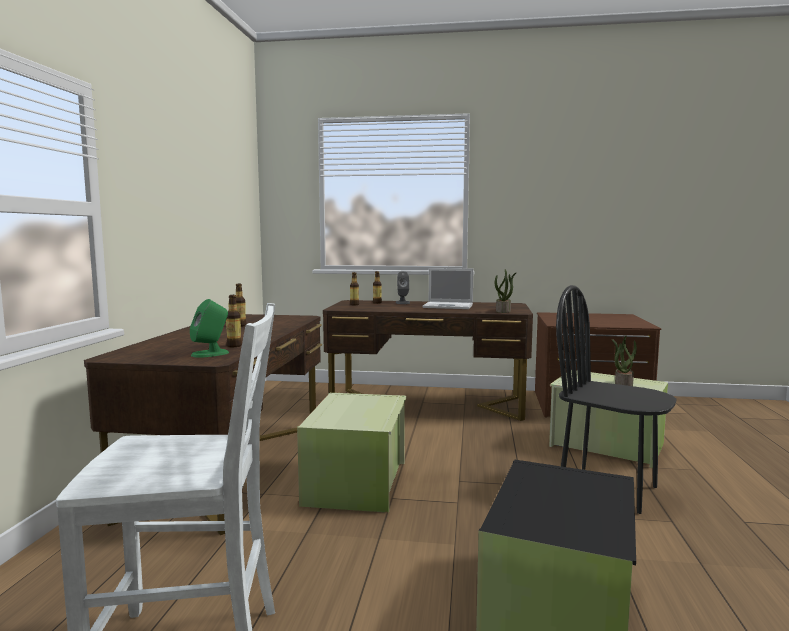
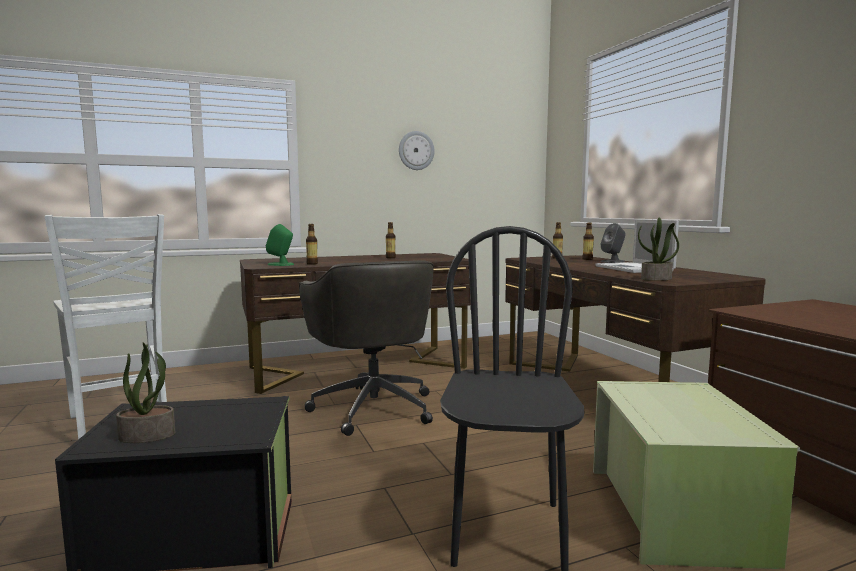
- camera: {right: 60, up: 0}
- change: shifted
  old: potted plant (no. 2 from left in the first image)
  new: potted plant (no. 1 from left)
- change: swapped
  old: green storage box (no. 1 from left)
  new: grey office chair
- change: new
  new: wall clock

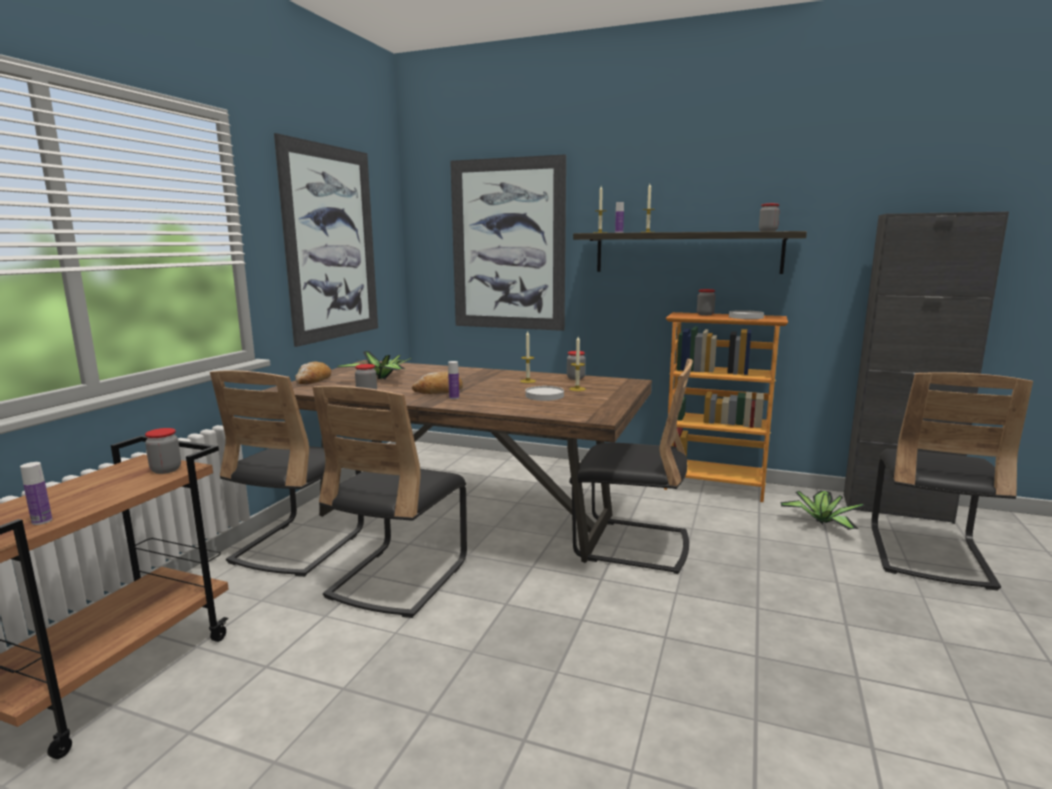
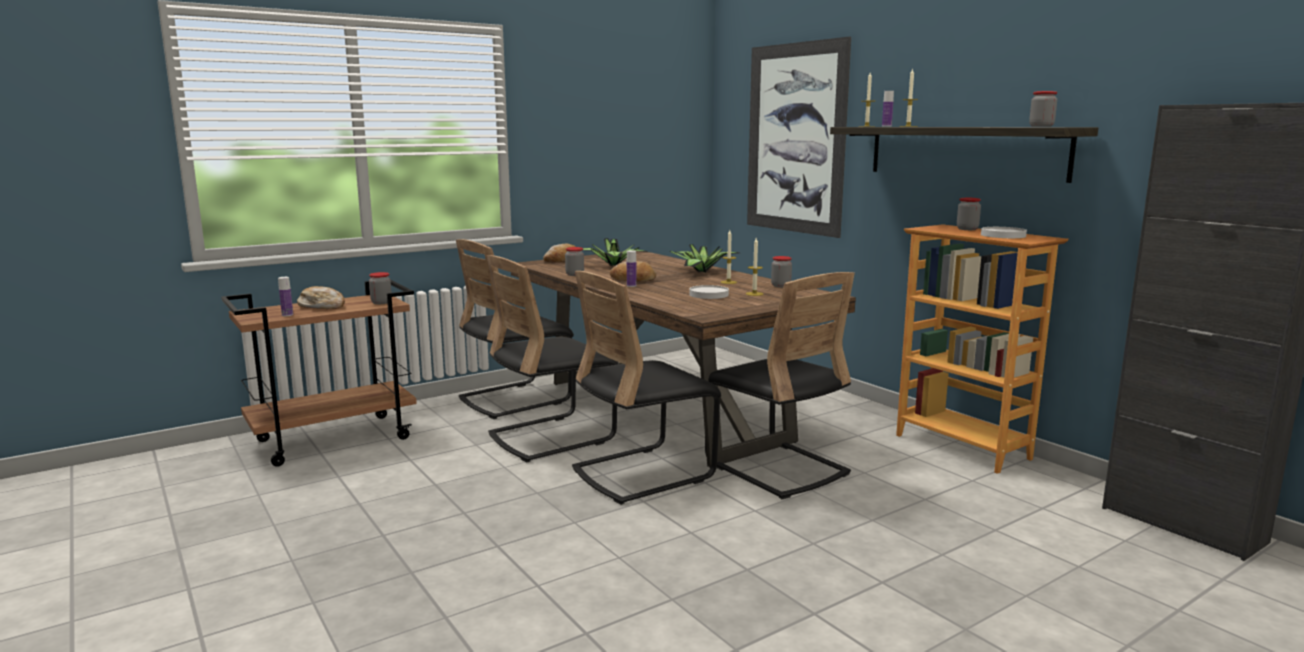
- camera: {right: 35, up: 0}
- change: new
  new: bread (no. 1 from left)
- change: shifted
  old: black chair (no. 4 from left in the first image)
  new: black chair (no. 3 from left)
- change: shifted
  old: potted plant (no. 2 from left)
- change: gone
  old: picture (no. 1 from left)

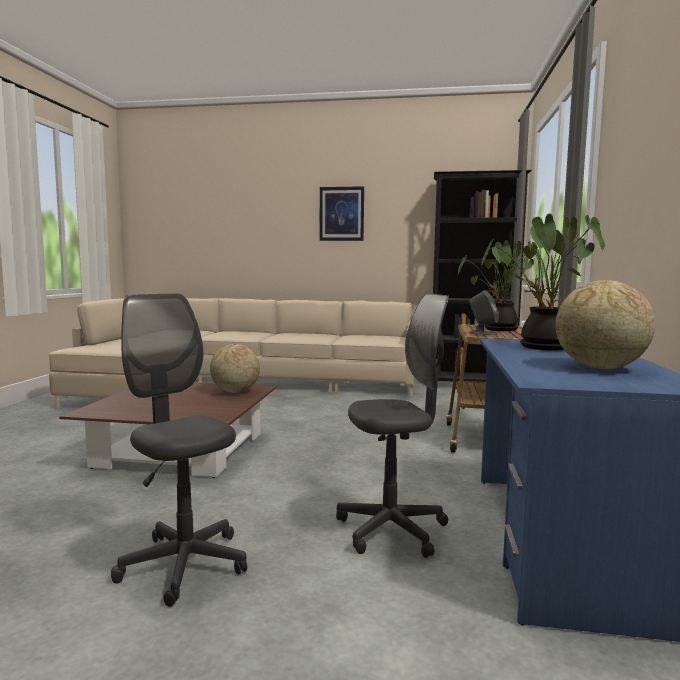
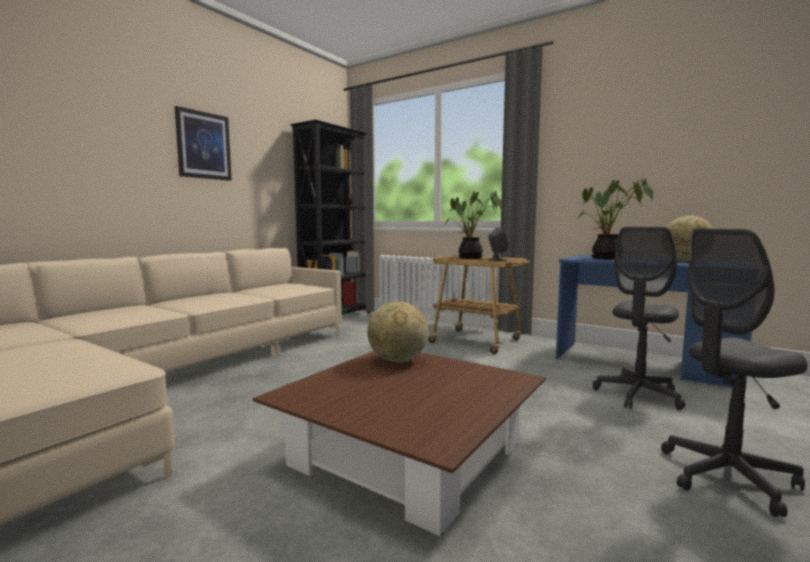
- camera: {right: -65, up: 0}
- change: rotated
  old: grey office chair (no. 2 from left in the first image)
  degrees: -150

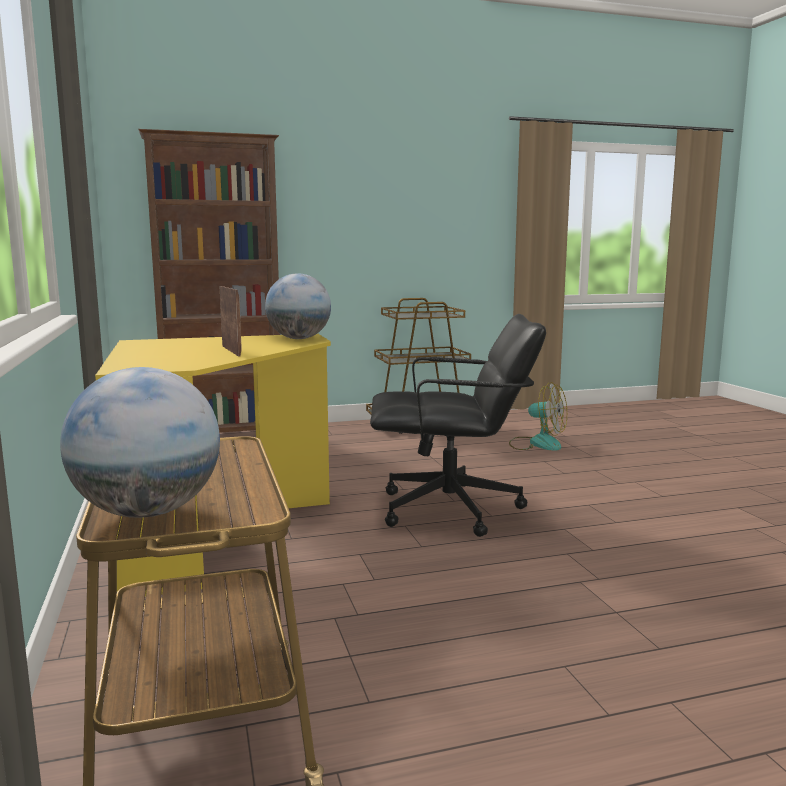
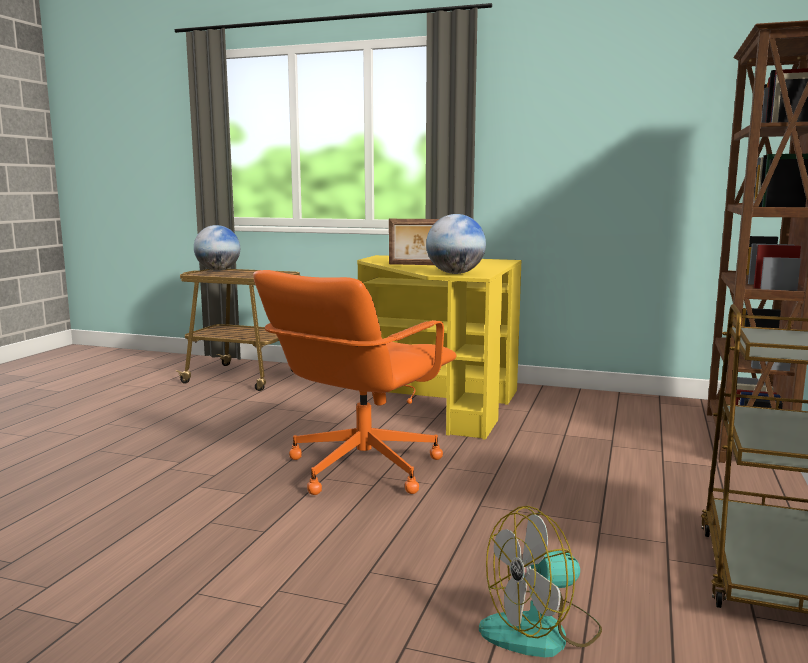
- camera: {right: 125, up: 0}
- change: repainted
  old: black office chair
  new: orange office chair

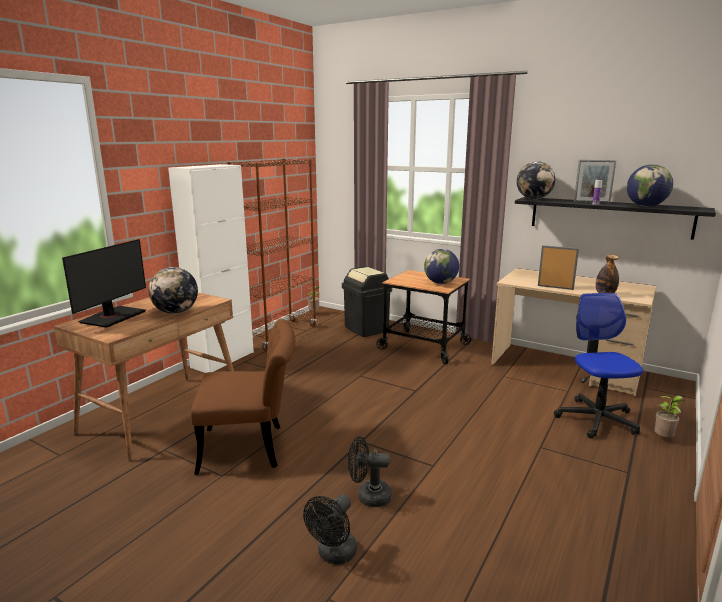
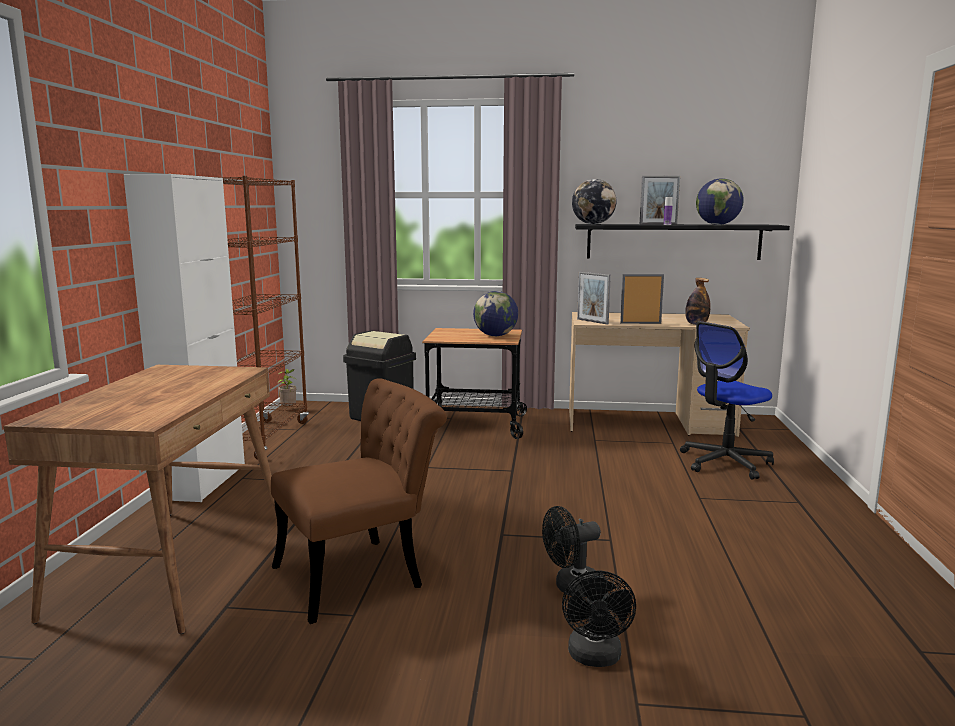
- camera: {right: -25, up: -5}
- change: new
  new: picture frame (no. 1 from left)
- change: rotated
  old: office chair
  degrees: -90
- change: gone
  old: monitor
- change: gone
  old: globe (no. 1 from left)
- change: gone
  old: potted plant (no. 2 from left)

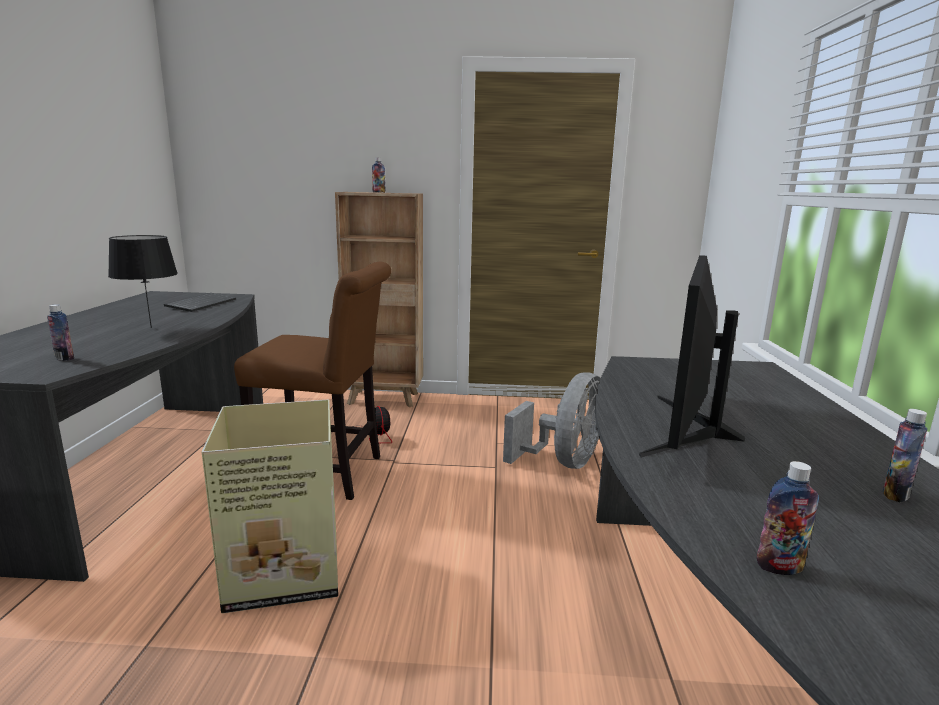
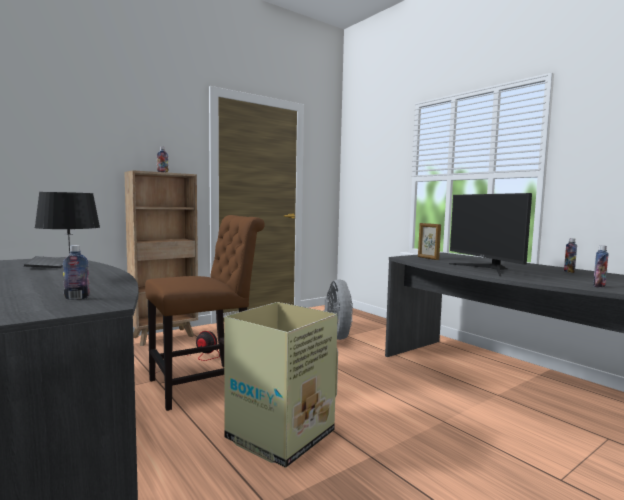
- camera: {right: -40, up: -10}
- change: new
  new: picture frame

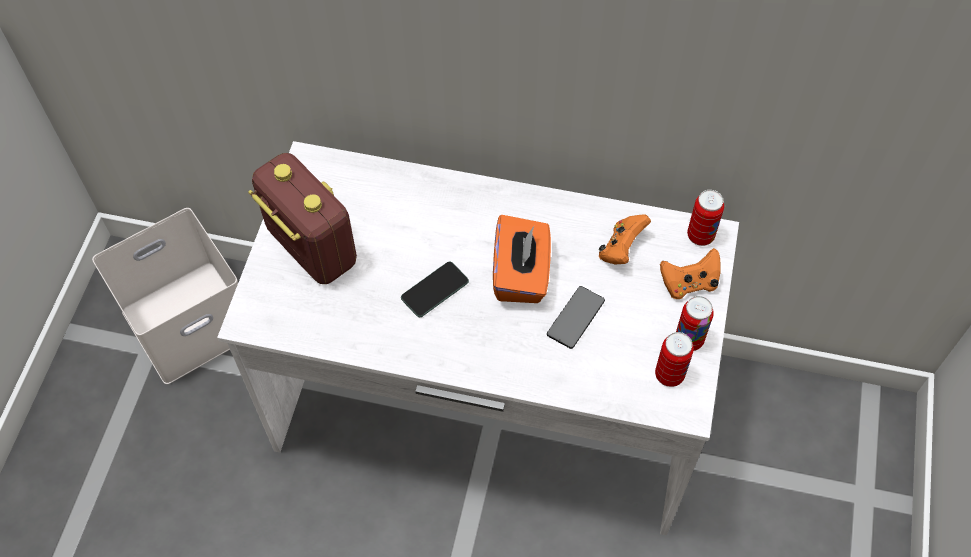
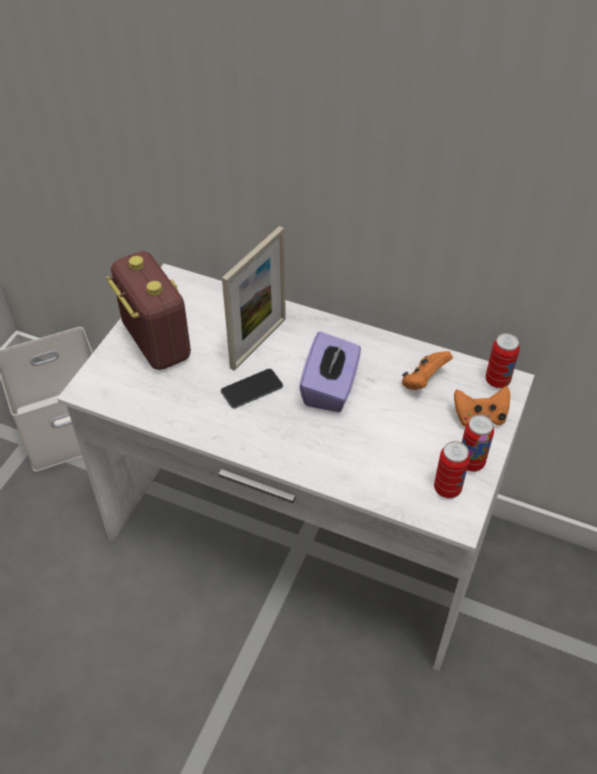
- camera: {right: 10, up: -10}
- change: new
  new: picture frame
- change: repainted
  old: orange tissue box
  new: purple tissue box
- change: gone
  old: phone (no. 2 from left)

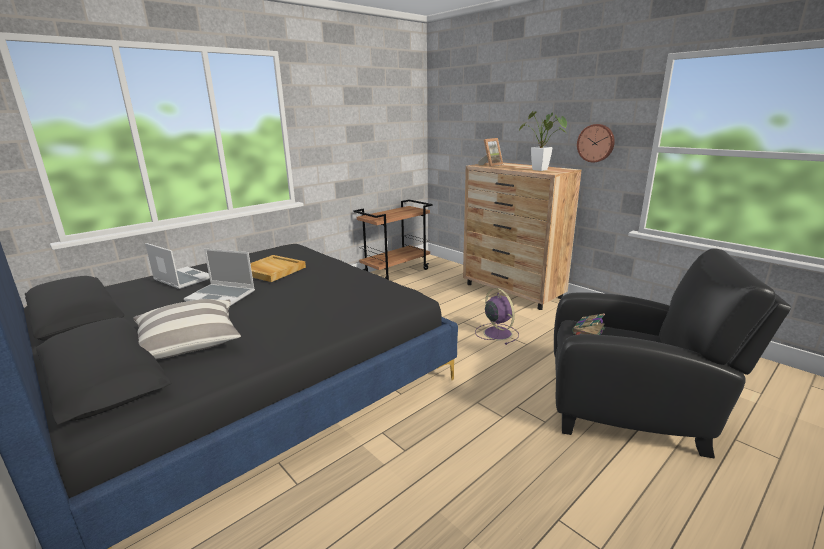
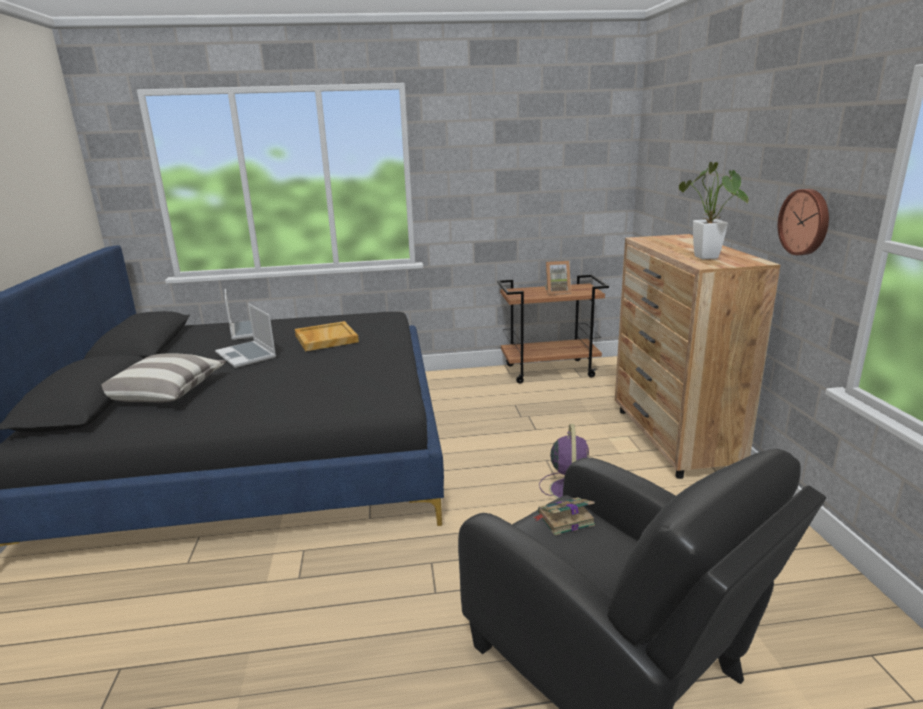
- camera: {right: 35, up: 0}
- change: shifted
  old: picture frame

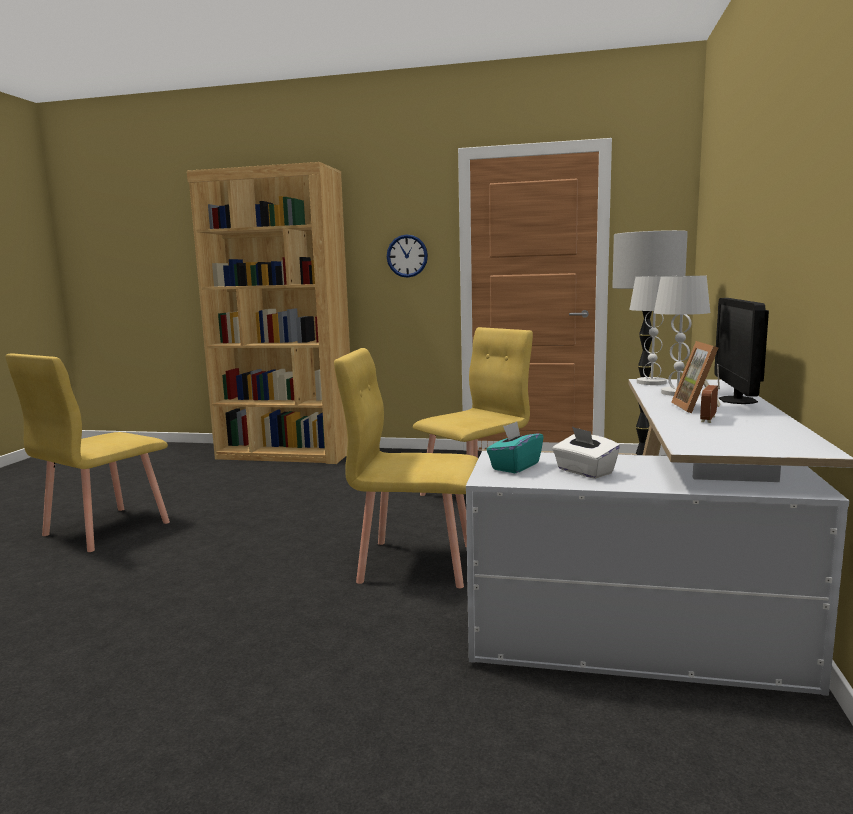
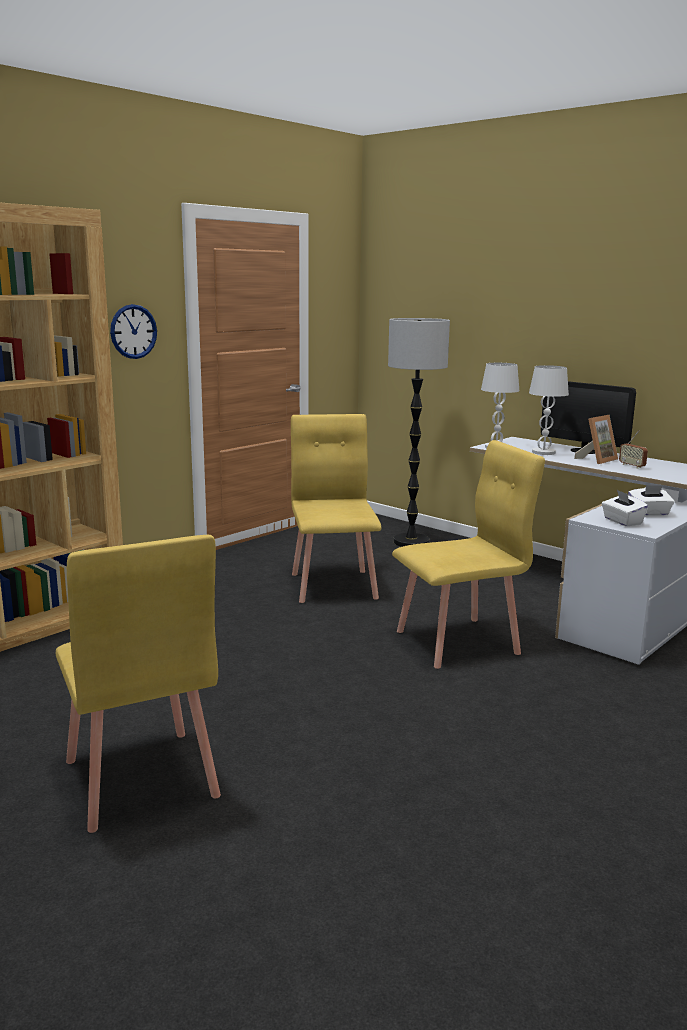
- camera: {right: -60, up: 5}
- change: rotated
  old: yellow chair (no. 2 from left in the first image)
  degrees: -150
- change: rotated
  old: picture frame
  degrees: -75
- change: repainted
  old: turquoise tissue box
  new: white tissue box (no. 1 from left)

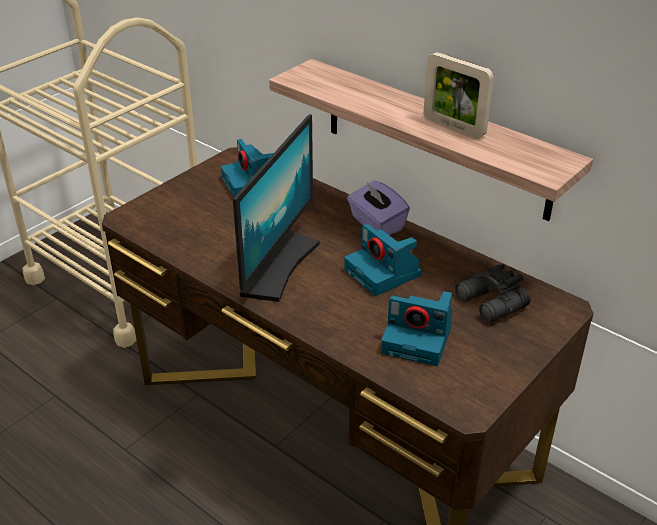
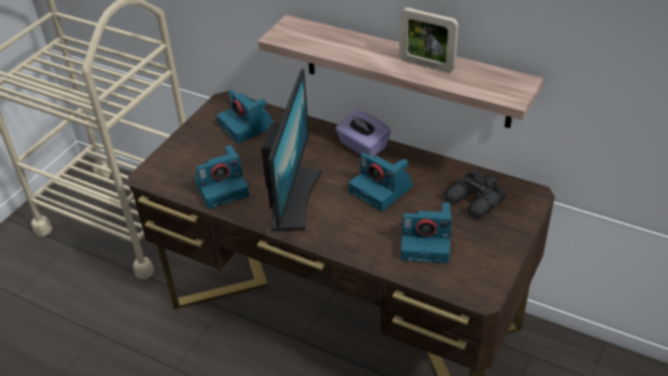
- camera: {right: -10, up: 5}
- change: new
  new: photo camera (no. 1 from left)

